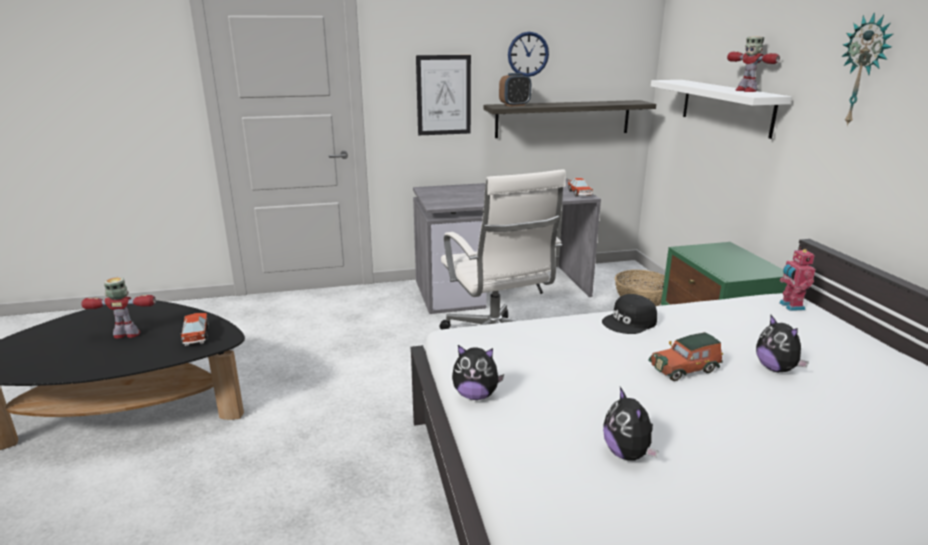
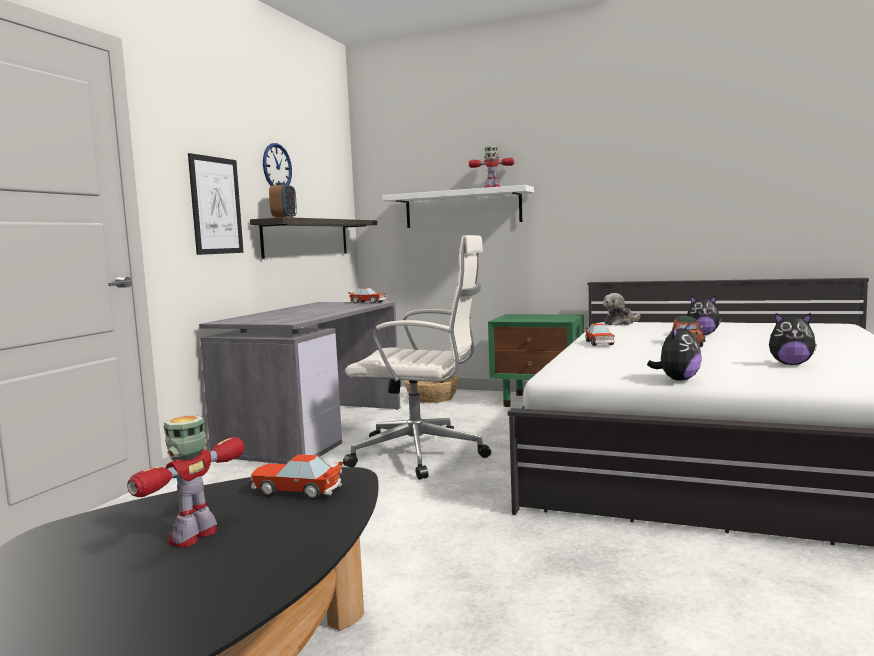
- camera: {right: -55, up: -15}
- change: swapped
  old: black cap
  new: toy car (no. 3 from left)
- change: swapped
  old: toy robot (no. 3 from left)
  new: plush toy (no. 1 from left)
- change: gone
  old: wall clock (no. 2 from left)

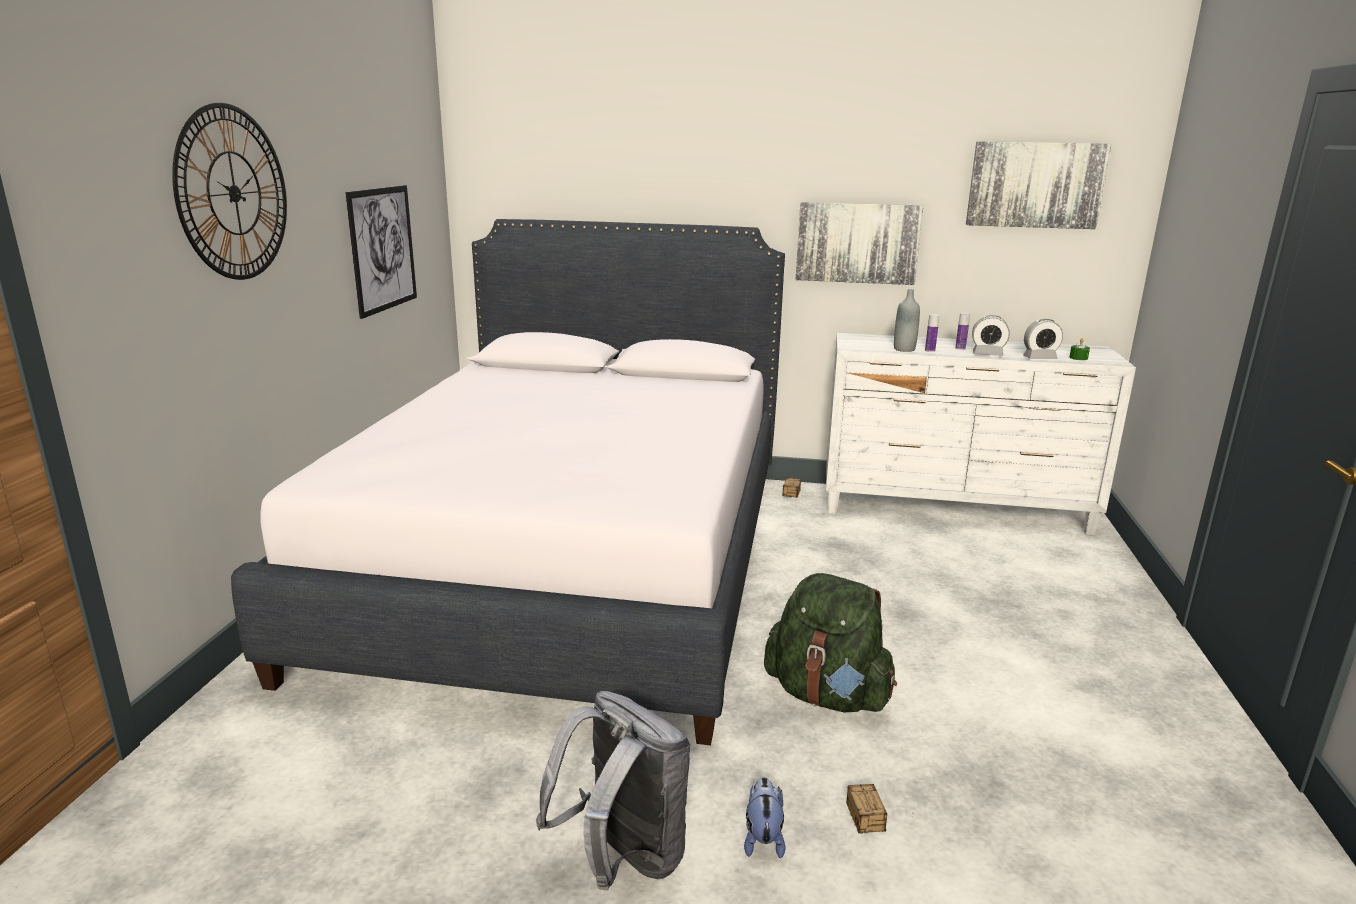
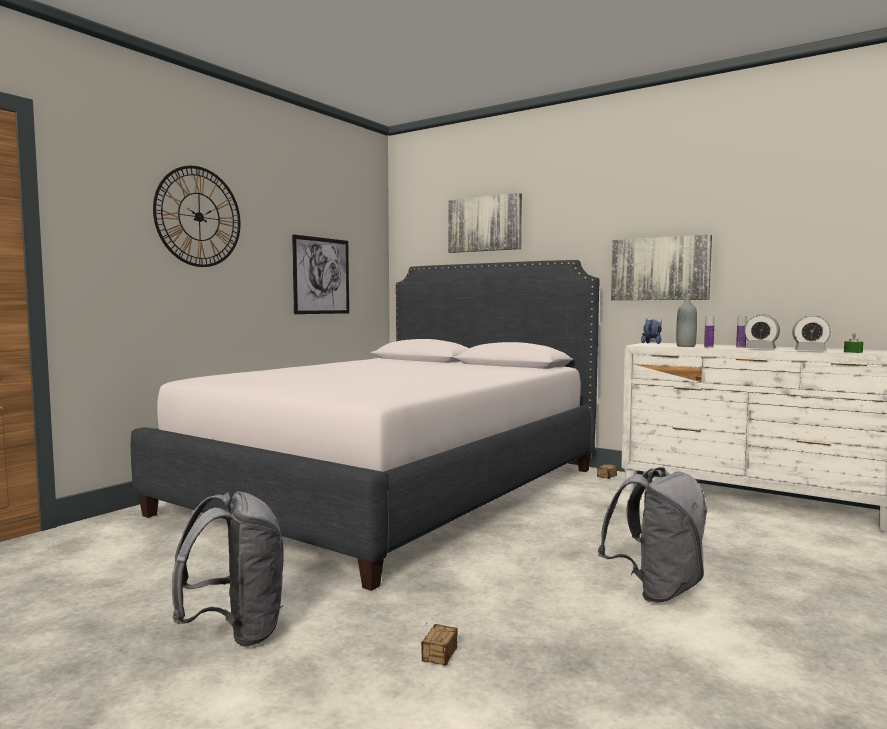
- camera: {right: 25, up: -15}
- change: shifted
  old: picture (no. 3 from left in the first image)
  new: picture (no. 2 from left)
- change: new
  new: grey backpack (no. 2 from left)
- change: shifted
  old: plush toy
- change: gone
  old: green backpack

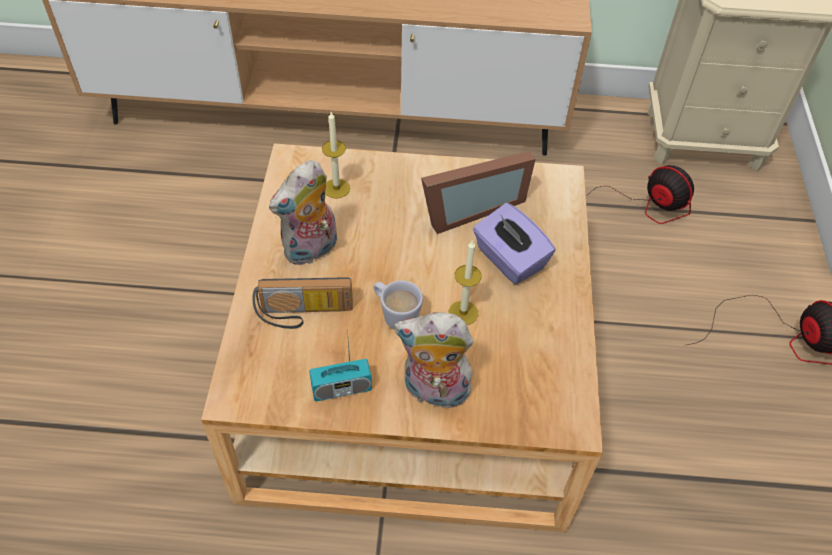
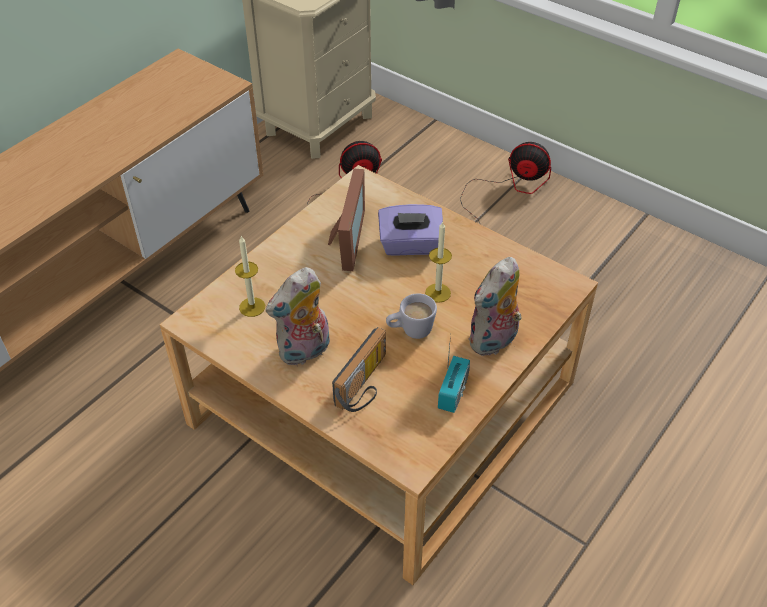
- camera: {right: -55, up: -5}
- change: rotated
  old: plush toy (no. 1 from left)
  degrees: 60

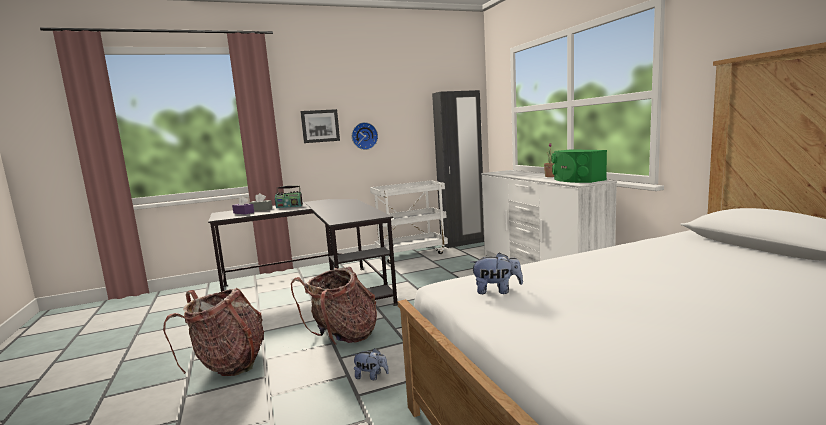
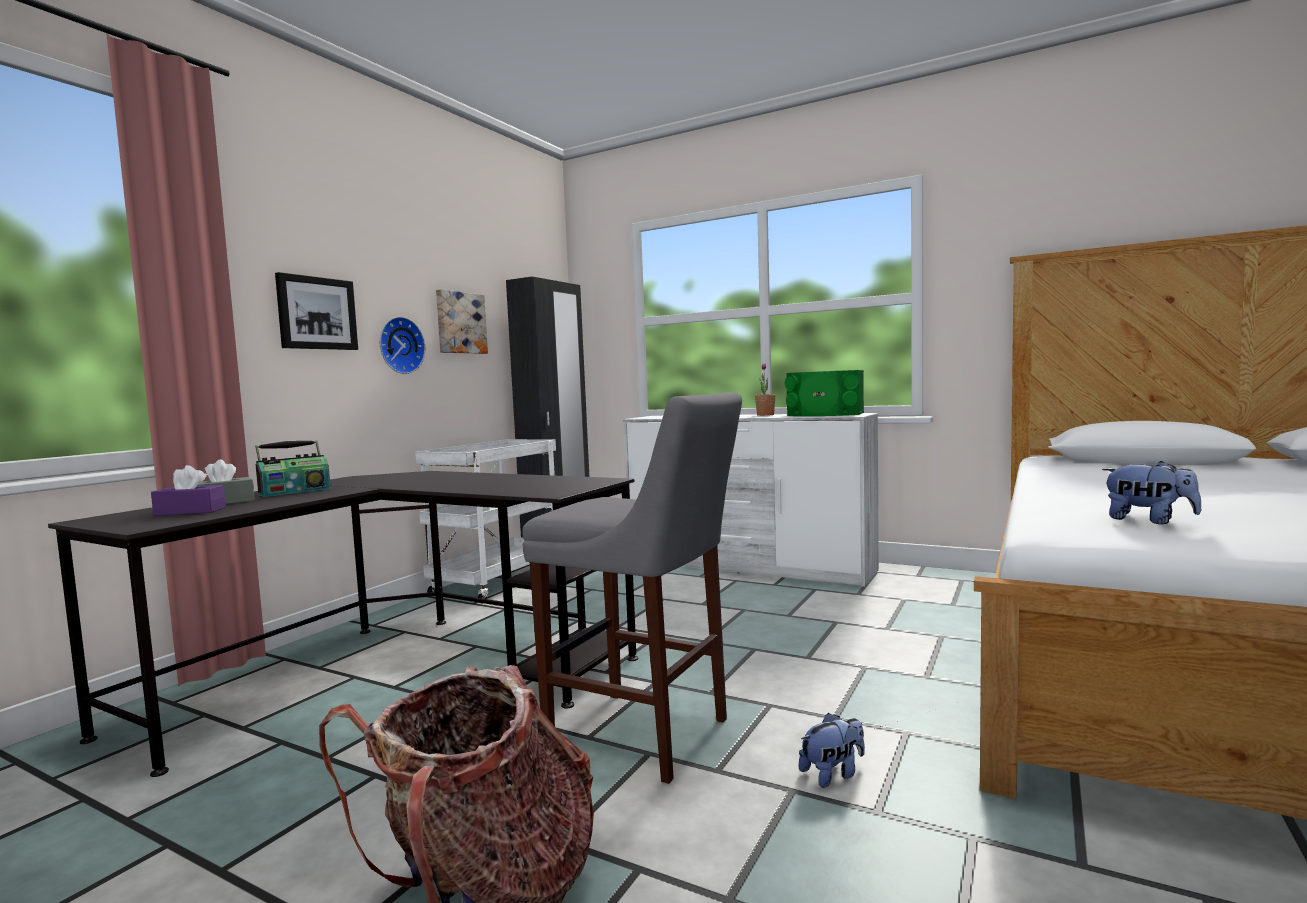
- camera: {right: -40, up: -5}
- change: new
  new: picture (no. 2 from left)
- change: swapped
  old: backpack (no. 2 from left)
  new: grey stool
- change: rotated
  old: plush toy (no. 2 from left)
  degrees: 75

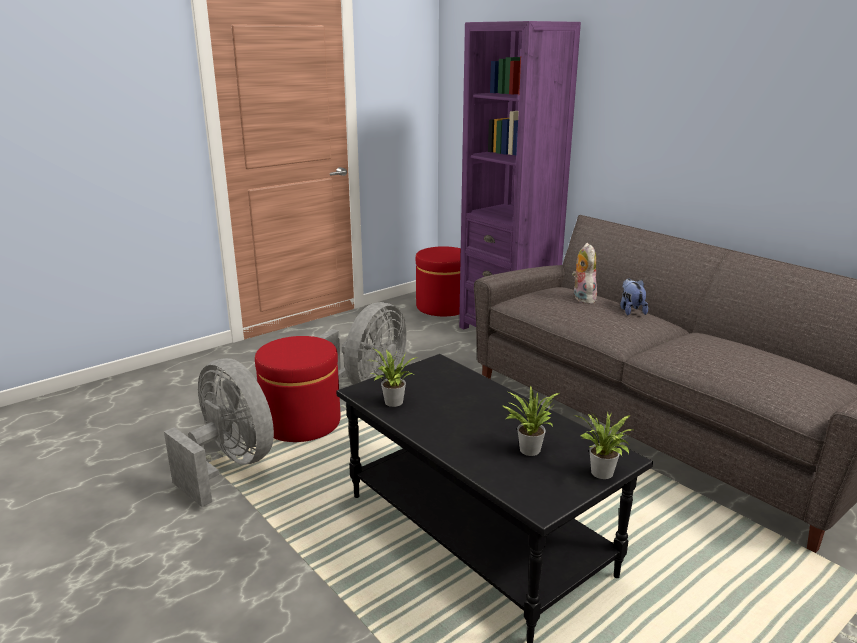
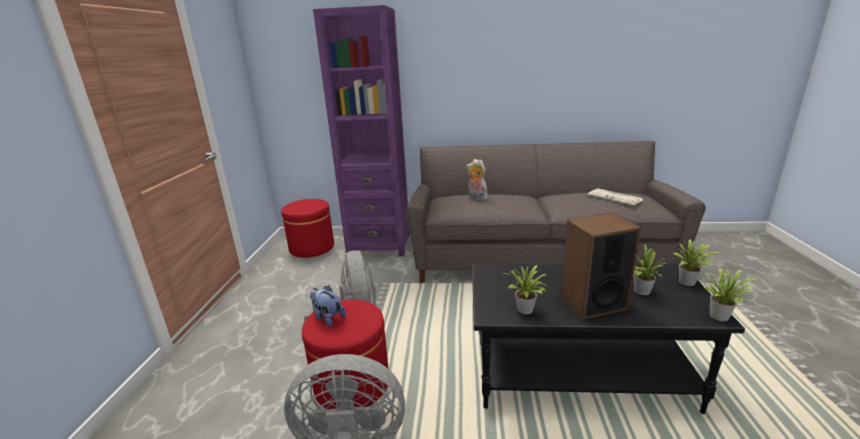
- camera: {right: -45, up: 0}
- change: shifted
  old: plush toy (no. 2 from left in the first image)
  new: plush toy (no. 1 from left)
- change: new
  new: speaker
- change: new
  new: newspaper
- change: new
  new: potted plant (no. 4 from left)

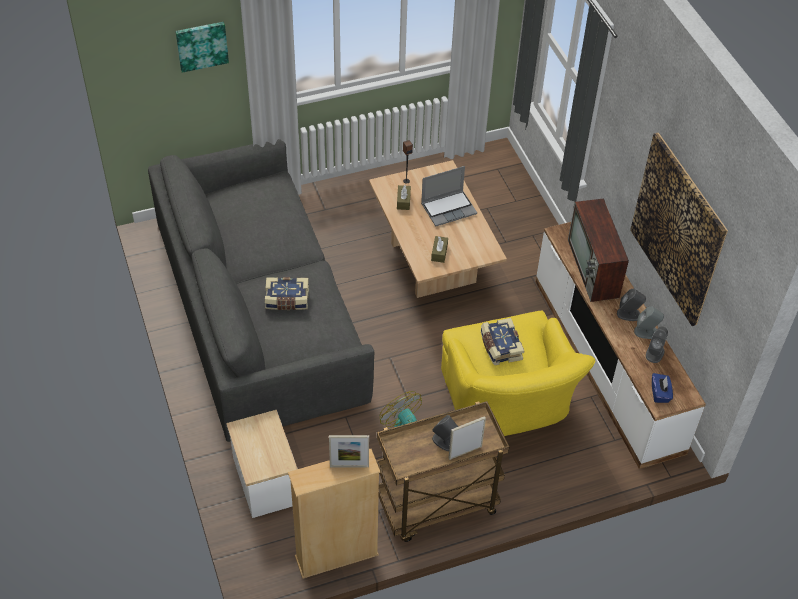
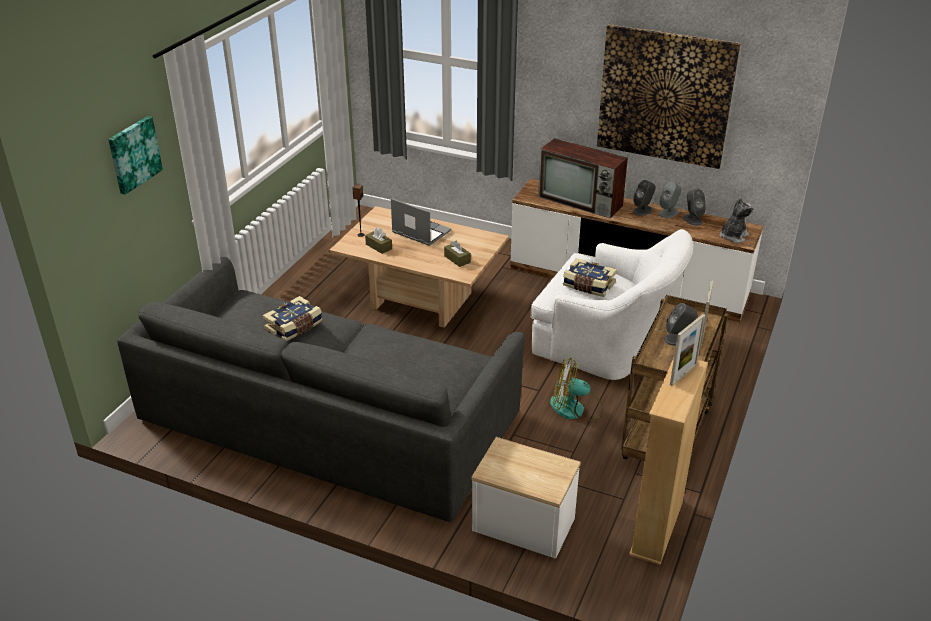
- camera: {right: -45, up: -15}
- change: shifted
  old: book (no. 1 from left)
- change: rotated
  old: laptop
  degrees: -75
- change: repainted
  old: yellow armchair
  new: white armchair
- change: swapped
  old: blue tissue box
  new: plush toy

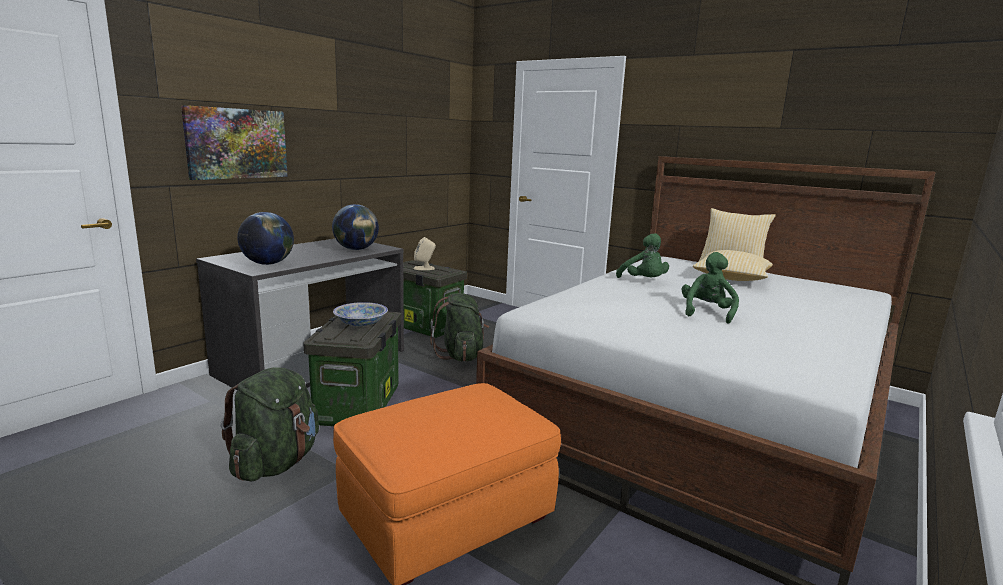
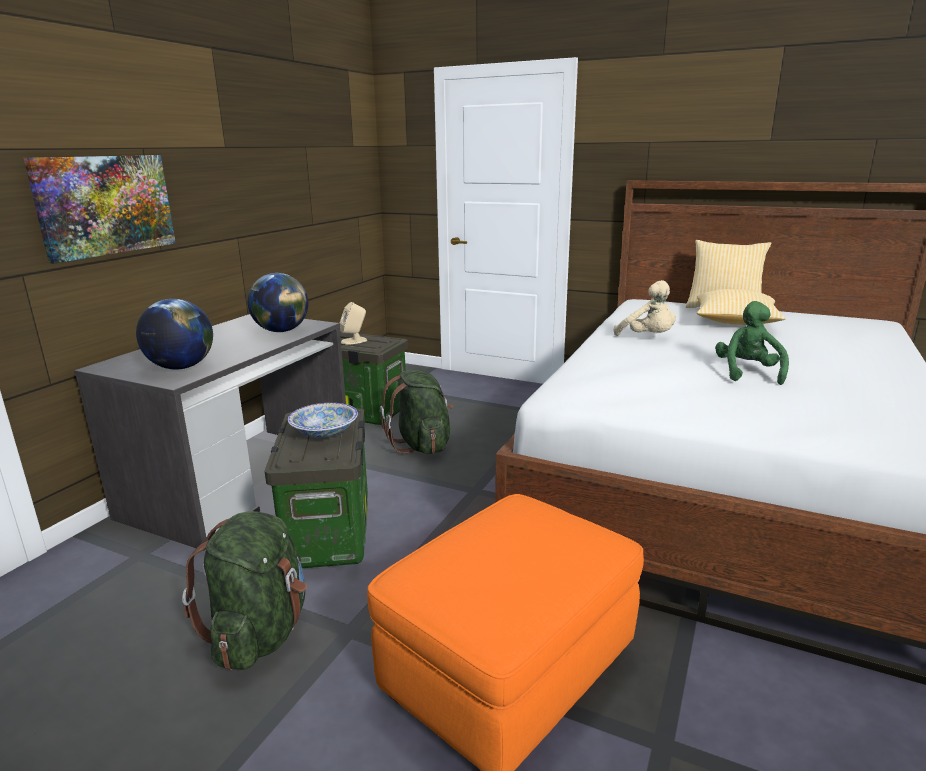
- camera: {right: -10, up: 5}
- change: repainted
  old: green plush toy (no. 1 from left)
  new: beige plush toy

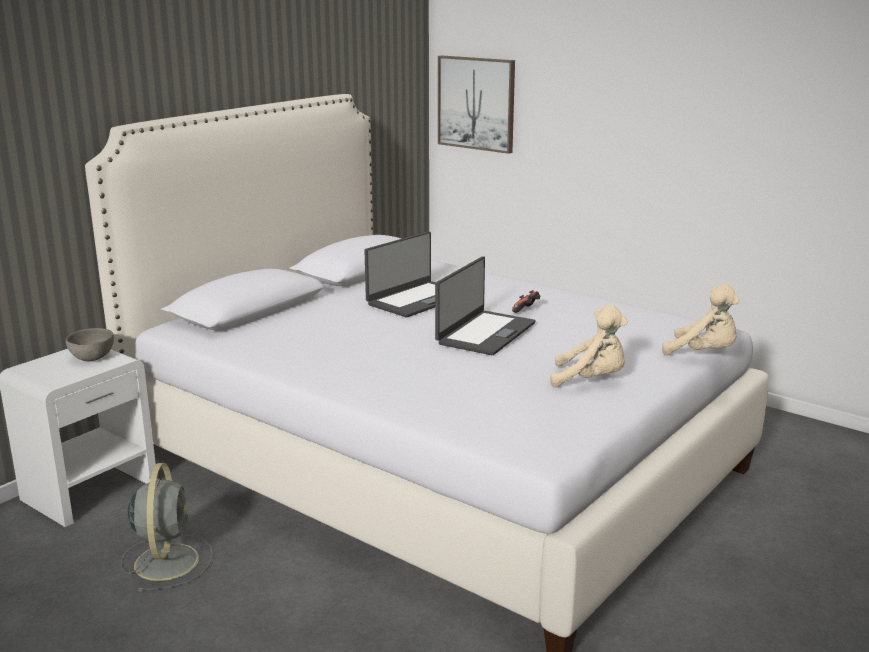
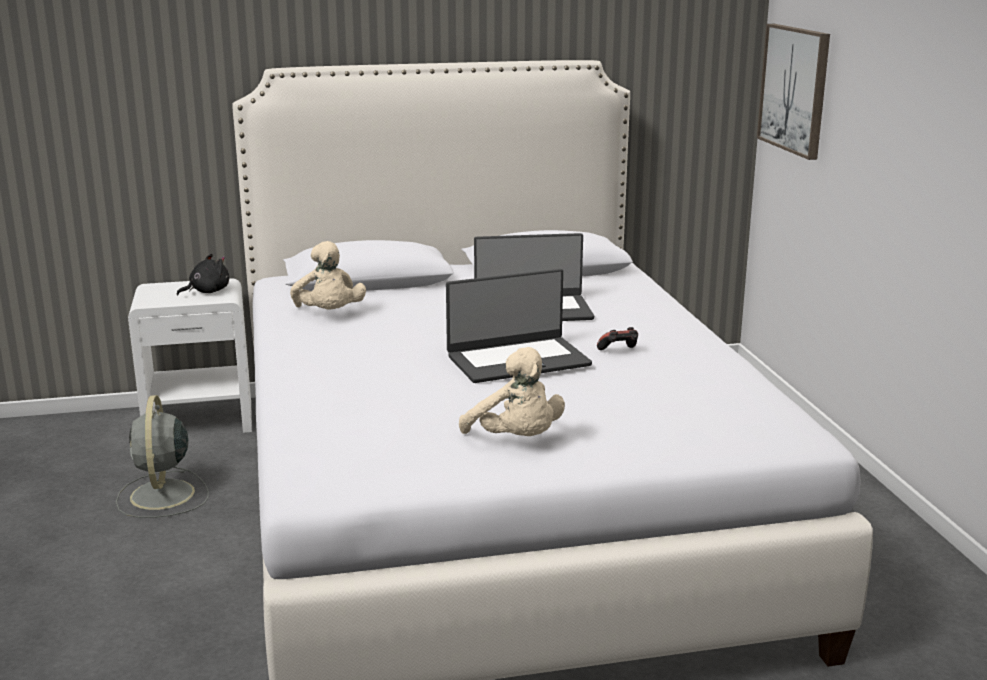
- camera: {right: 40, up: 0}
- change: rotated
  old: grey fan
  degrees: 135
- change: swapped
  old: grey bowl
  new: black plush toy
- change: shifted
  old: beige plush toy (no. 2 from left in the first image)
  new: beige plush toy (no. 1 from left)

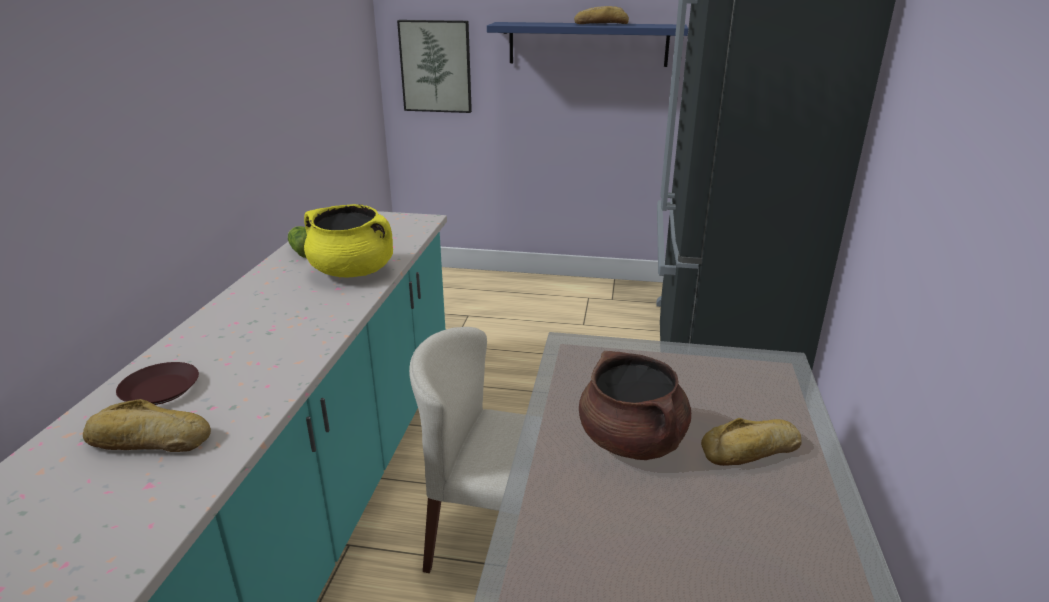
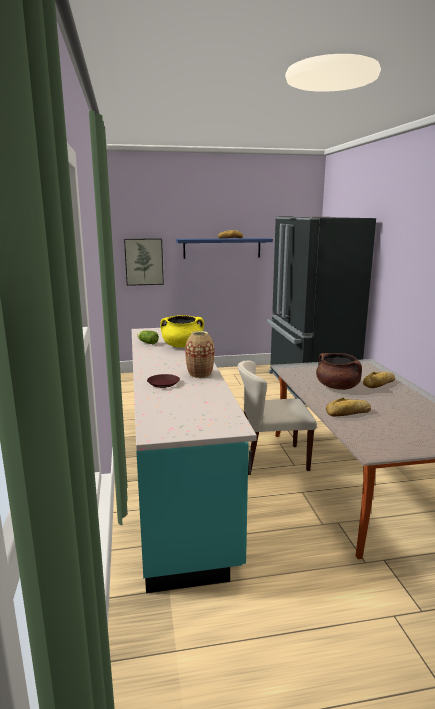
- camera: {right: -20, up: -10}
- change: new
  new: vase
- change: shifted
  old: bread (no. 1 from left in the first image)
  new: bread (no. 2 from left)

